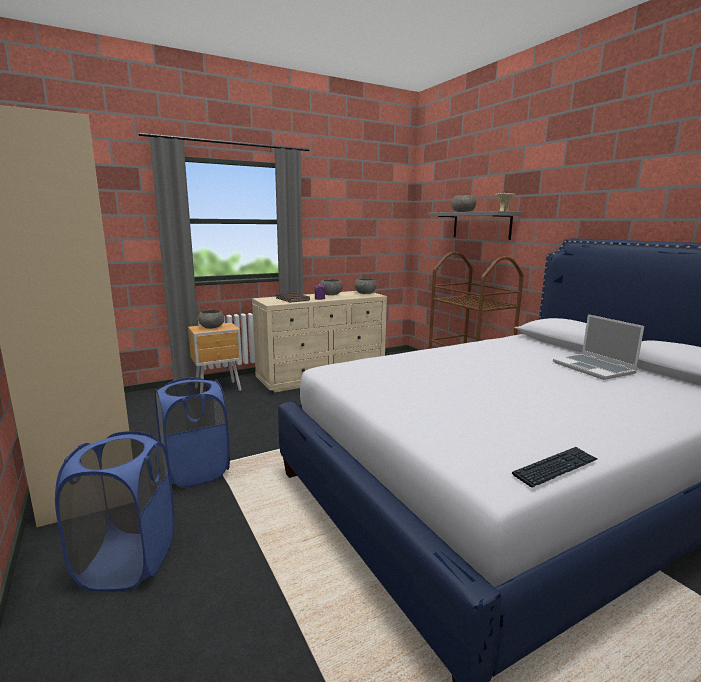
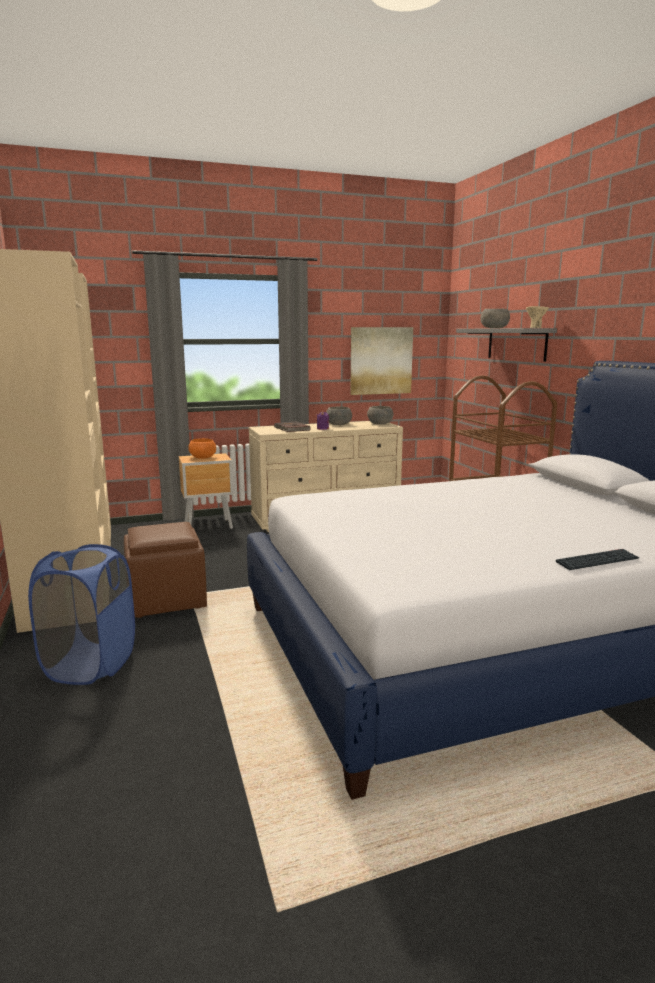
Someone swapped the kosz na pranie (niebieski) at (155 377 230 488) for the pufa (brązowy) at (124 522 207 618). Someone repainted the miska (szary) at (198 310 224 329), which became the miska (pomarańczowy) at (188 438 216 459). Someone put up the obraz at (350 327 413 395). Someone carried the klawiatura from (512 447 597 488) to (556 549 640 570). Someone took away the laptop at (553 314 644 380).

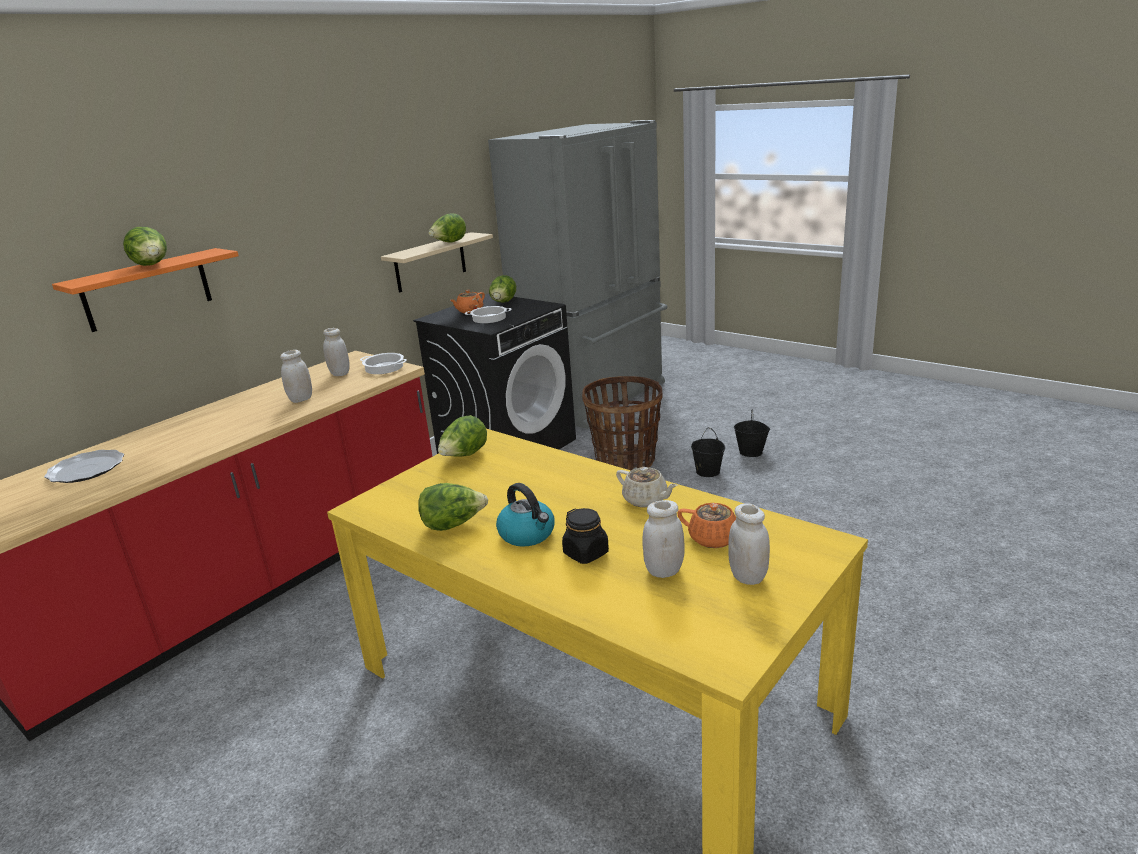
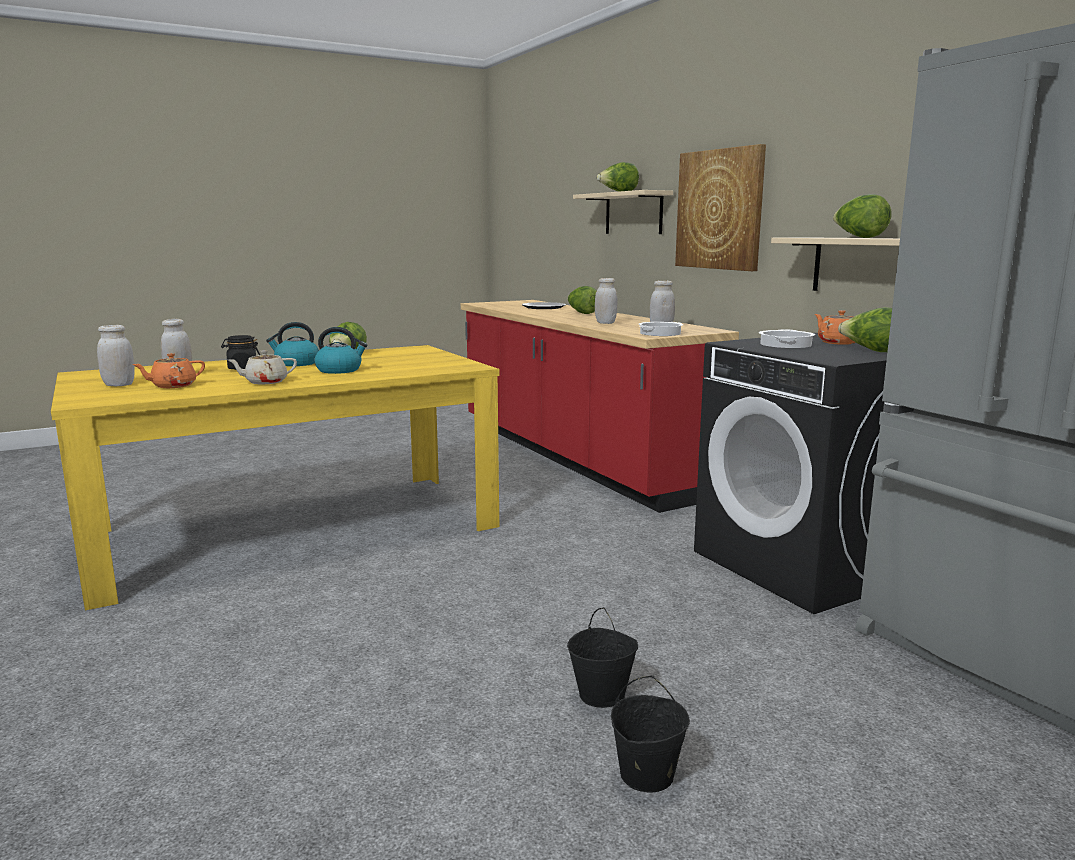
Someone put down the czajnik at (314 327 367 374). Someone carried the sałata from (438 415 487 457) to (567 286 597 314). Someone repainted the półka (pomarańczowy) at (52 248 239 332), which became the półka (beżowy) at (573 190 673 234). Someone put up the obraz at (675 144 766 271). Someone took away the koszyk at (582 376 663 470).

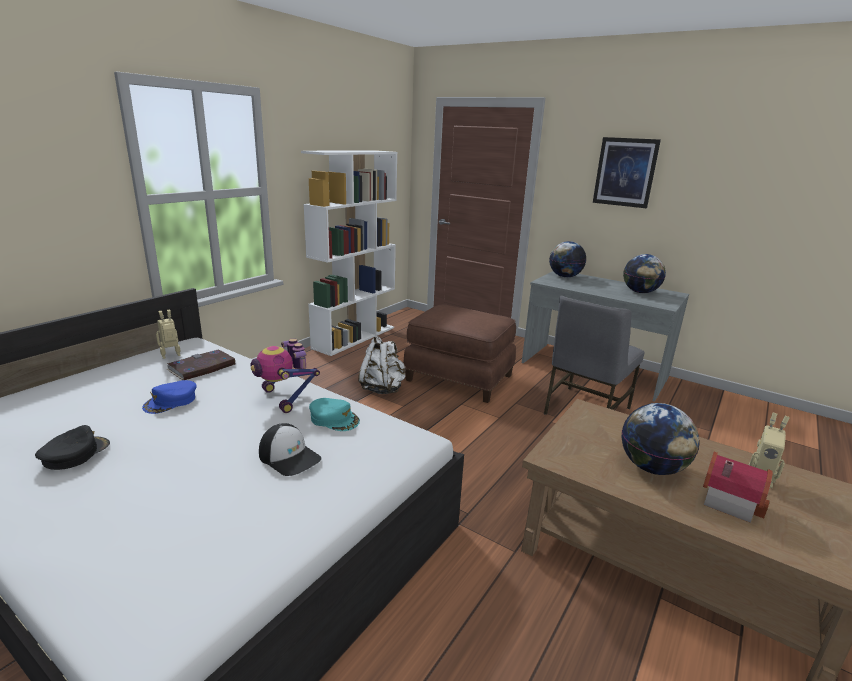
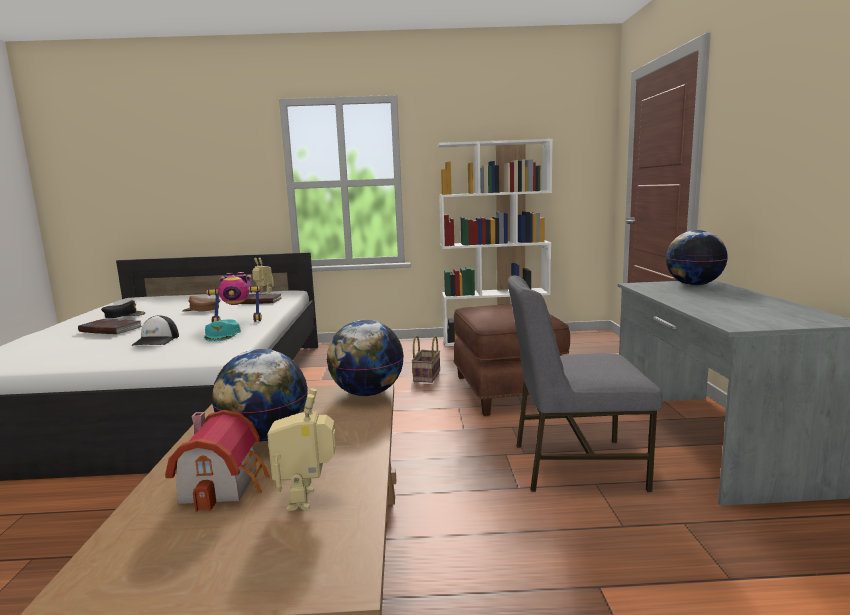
Someone put down the książka at (78 318 143 334). Someone repainted the czapka z daszkiem (niebieski) at (142 380 197 414), which became the czapka z daszkiem (brązowy) at (183 296 220 312). Someone rotated the robot zabawkowy at (251 338 320 413) by 120 degrees counterclockwise. Someone carried the globus from (623 254 666 293) to (327 320 404 396). Someone swapped the plecak (biały) at (358 336 406 394) for the koszyk at (412 335 440 383). Someone took away the obraz at (593 137 661 208).

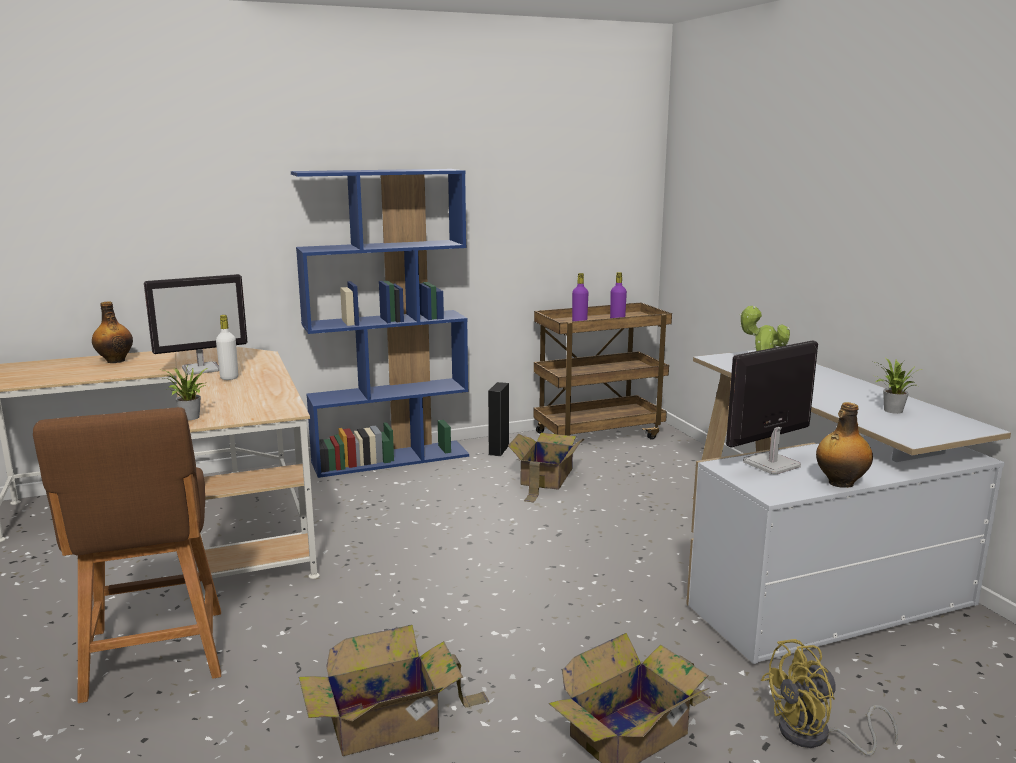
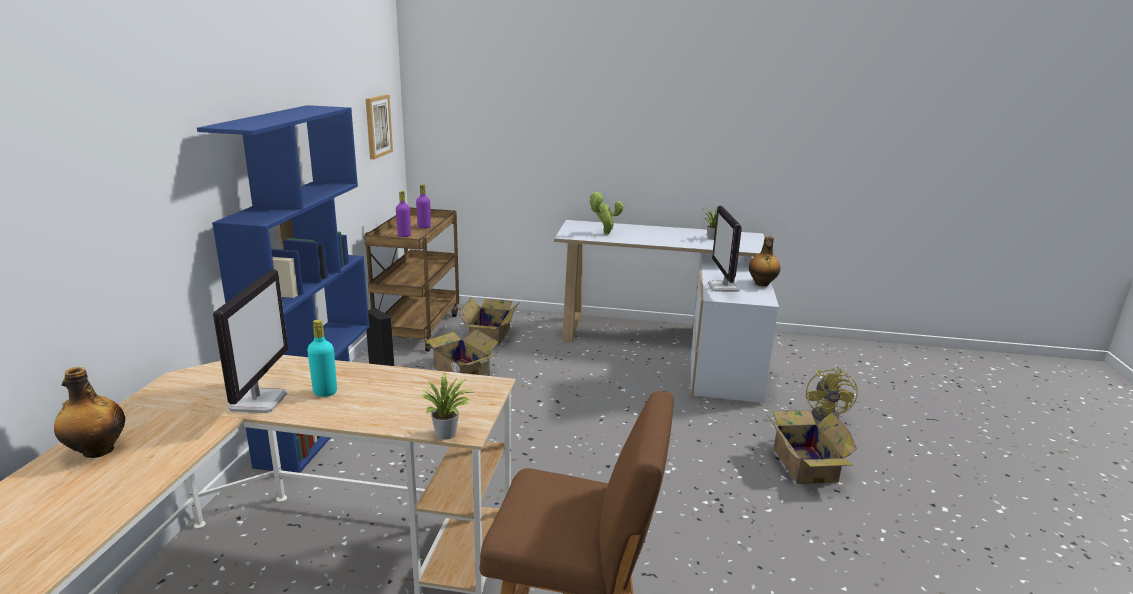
Someone repainted the butelka (biały) at (216 315 238 380), which became the butelka (turkusowy) at (307 320 337 397). Someone put up the obraz at (366 95 393 159). Someone carried the karton from (299 625 489 756) to (460 298 519 346).

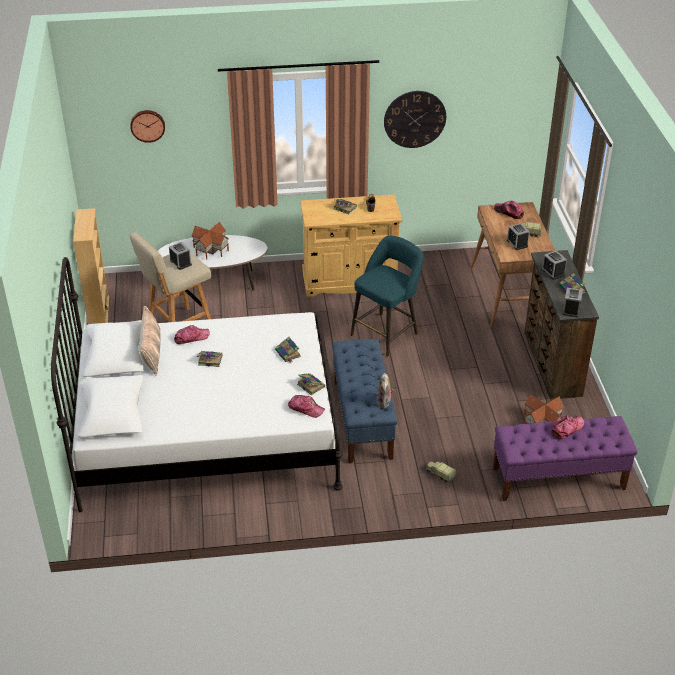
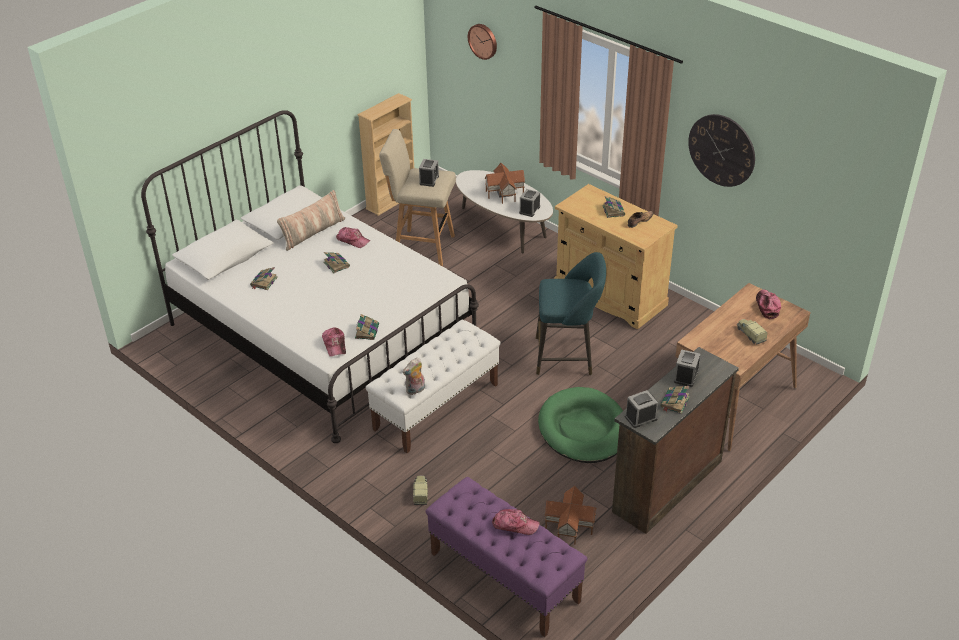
Someone carried the książka from (275 337 301 362) to (250 267 278 290). Someone repainted the ławka (niebieski) at (332 339 397 463), which became the ławka (biały) at (366 320 501 453). Someone carried the budzik from (507 223 530 250) to (519 189 540 217). Someone put down the legowisko (zielony) at (538 387 623 463).

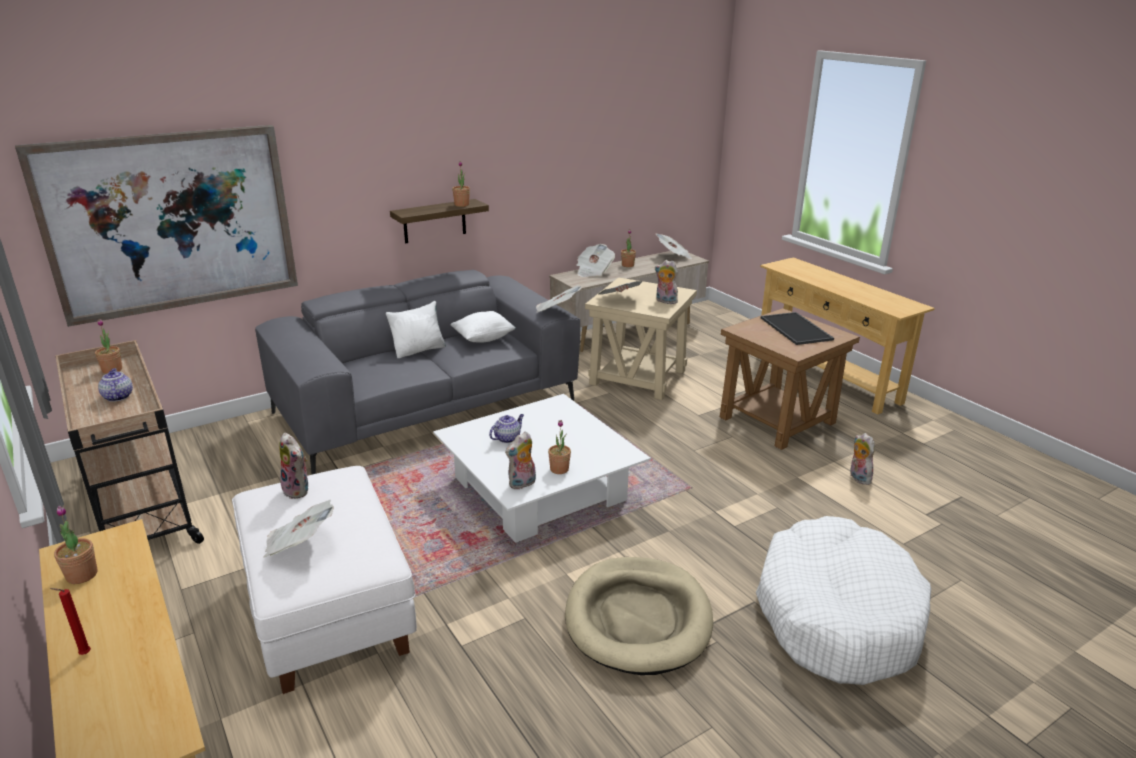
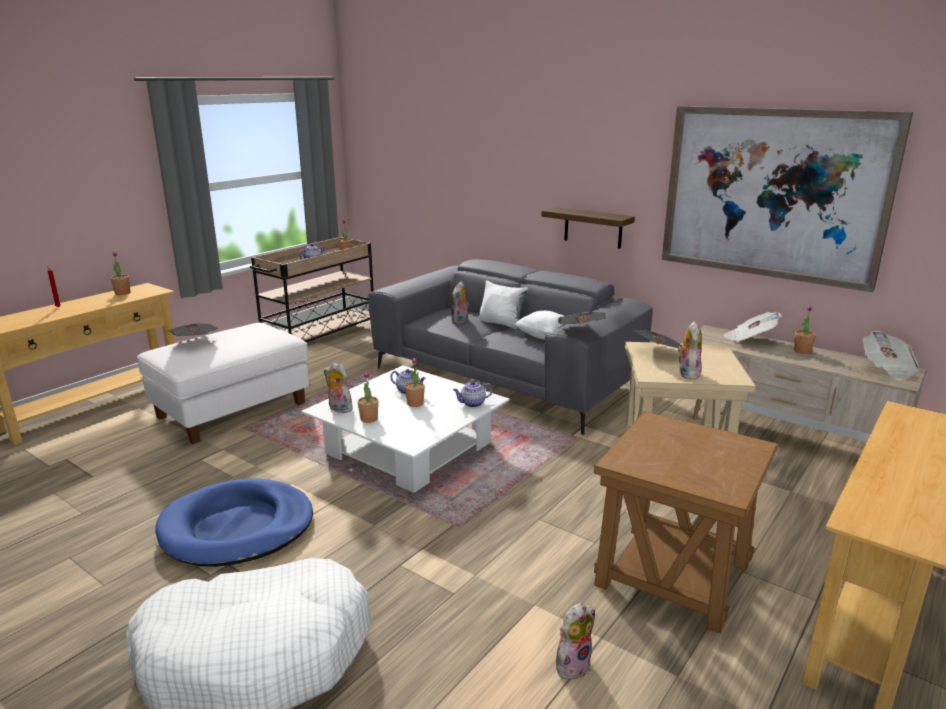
Someone repainted the legowisko (beżowy) at (565 557 713 675), which became the legowisko (niebieski) at (155 478 313 567). Someone carried the roślina doniczkowa from (452 161 470 207) to (405 358 425 407). Someone carried the pluszak from (279 433 308 499) to (451 281 469 324). Someone put down the imbryk at (453 381 493 407). Someone carried the obraz from (15 125 298 327) to (662 106 913 292). Someone took away the taca at (761 312 834 345).

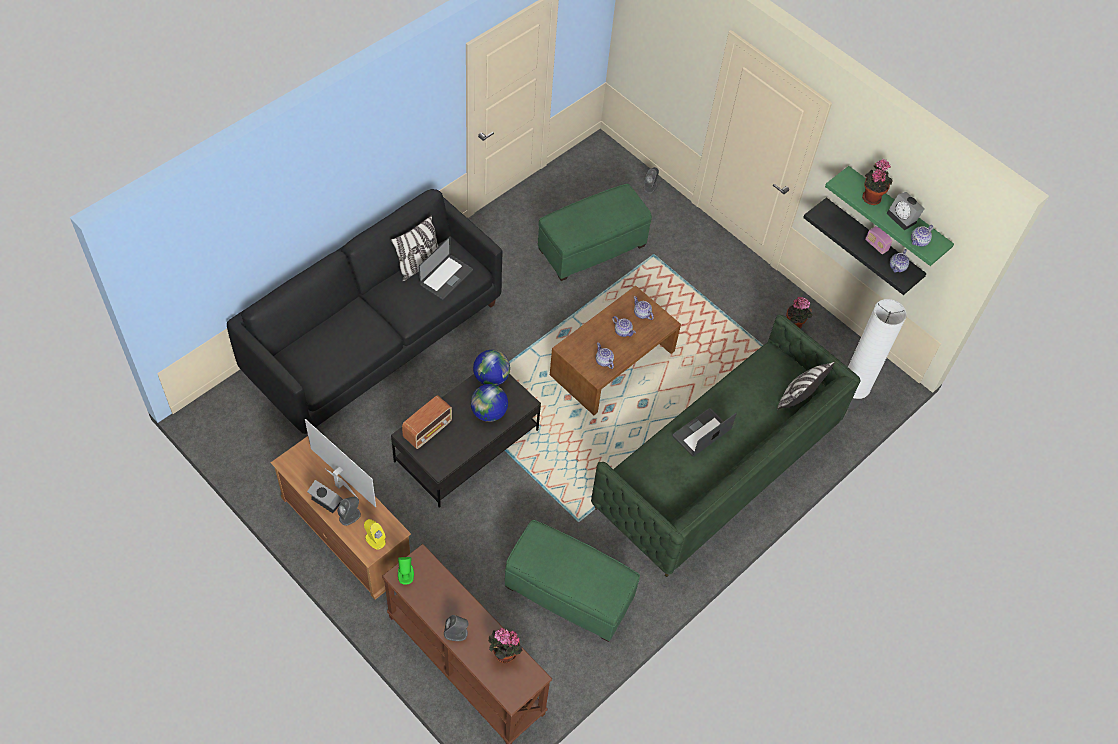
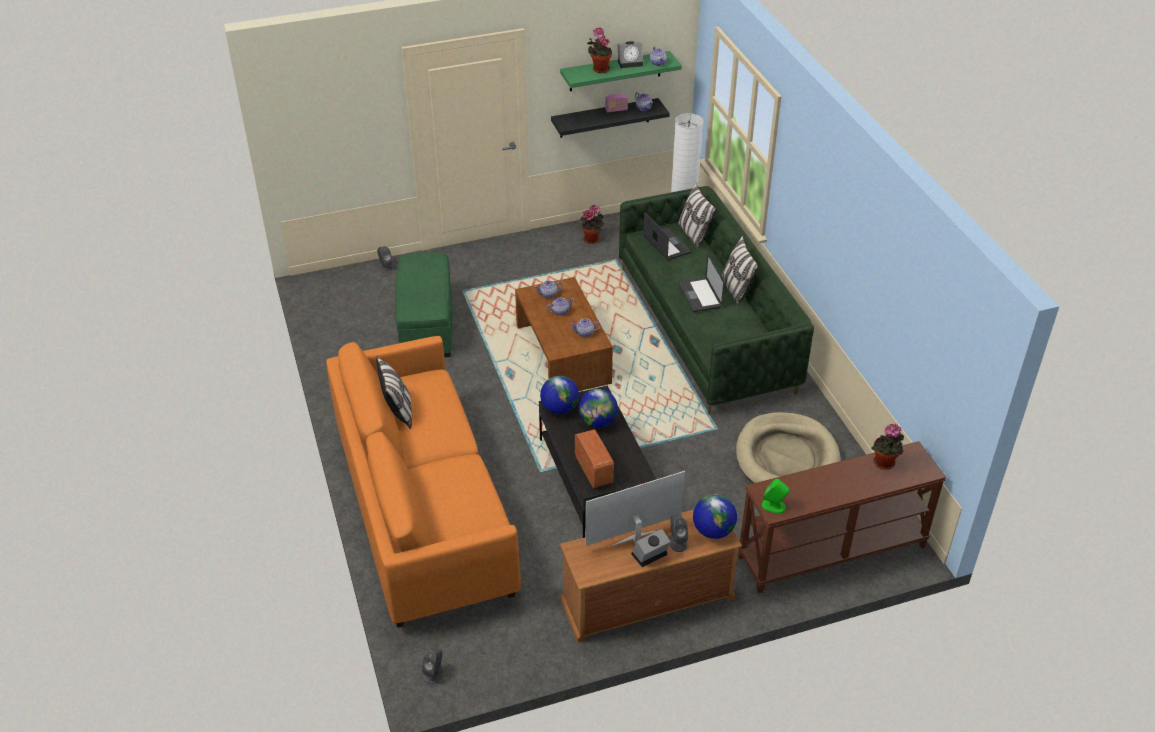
Someone repainted the kanapa (czarny) at (227 189 502 434), which became the kanapa (pomarańczowy) at (326 336 521 628). Someone carried the głośnik (szary) from (444 615 469 641) to (421 647 445 684). Someone carried the laptop from (418 236 473 300) to (643 212 691 260). Someone swapped the głośnik (żółty) at (364 519 386 549) for the globus at (693 494 737 539). Someone put down the poduszka at (722 236 758 306). Someone swapped the pufa (zielony) at (505 520 640 642) for the legowisko (beżowy) at (736 412 841 483).

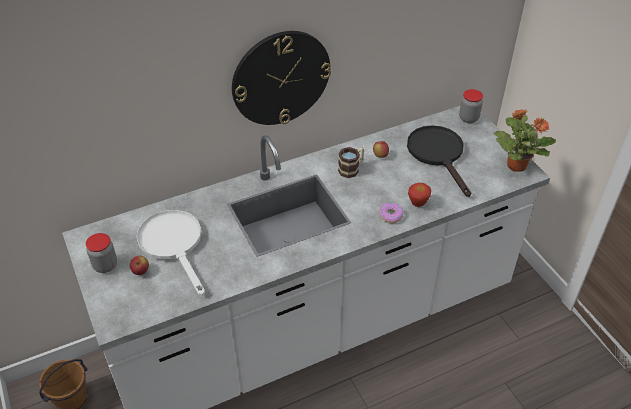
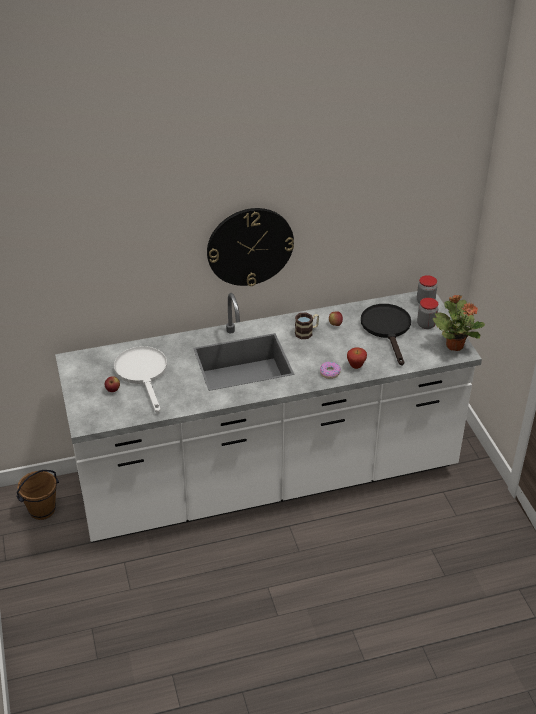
Someone carried the słoik from (86 233 117 273) to (417 298 438 329).

